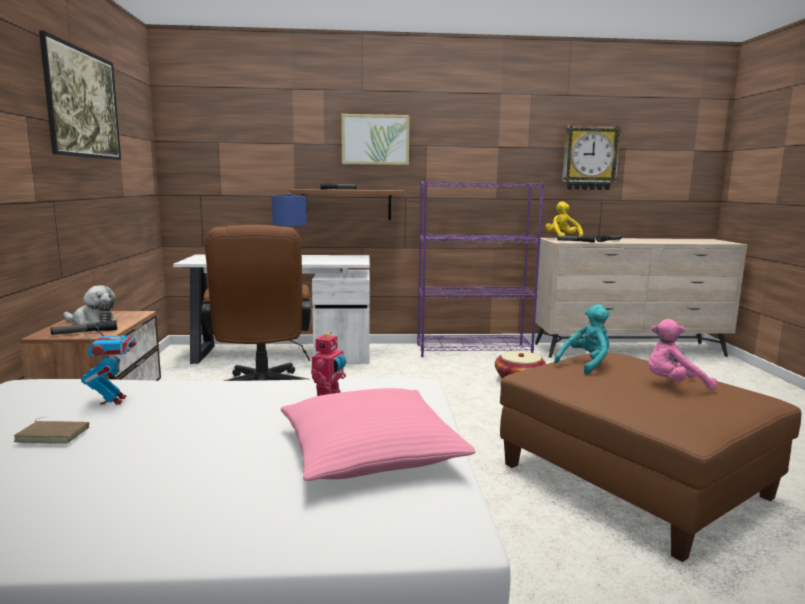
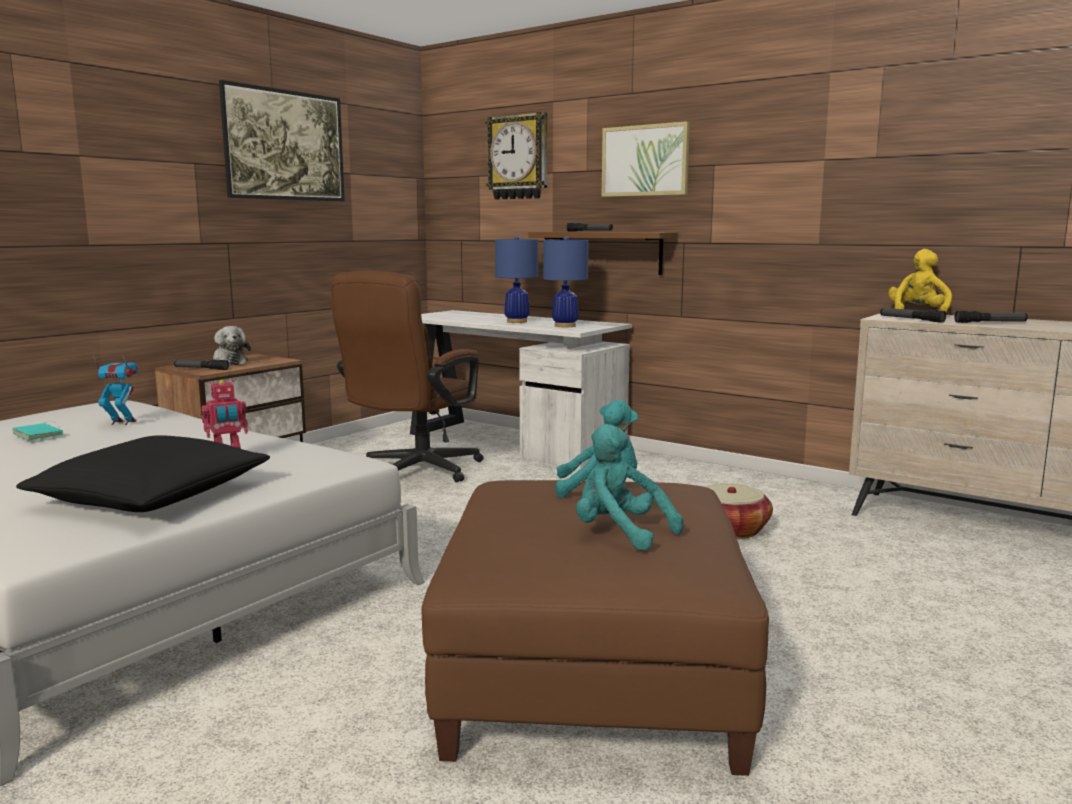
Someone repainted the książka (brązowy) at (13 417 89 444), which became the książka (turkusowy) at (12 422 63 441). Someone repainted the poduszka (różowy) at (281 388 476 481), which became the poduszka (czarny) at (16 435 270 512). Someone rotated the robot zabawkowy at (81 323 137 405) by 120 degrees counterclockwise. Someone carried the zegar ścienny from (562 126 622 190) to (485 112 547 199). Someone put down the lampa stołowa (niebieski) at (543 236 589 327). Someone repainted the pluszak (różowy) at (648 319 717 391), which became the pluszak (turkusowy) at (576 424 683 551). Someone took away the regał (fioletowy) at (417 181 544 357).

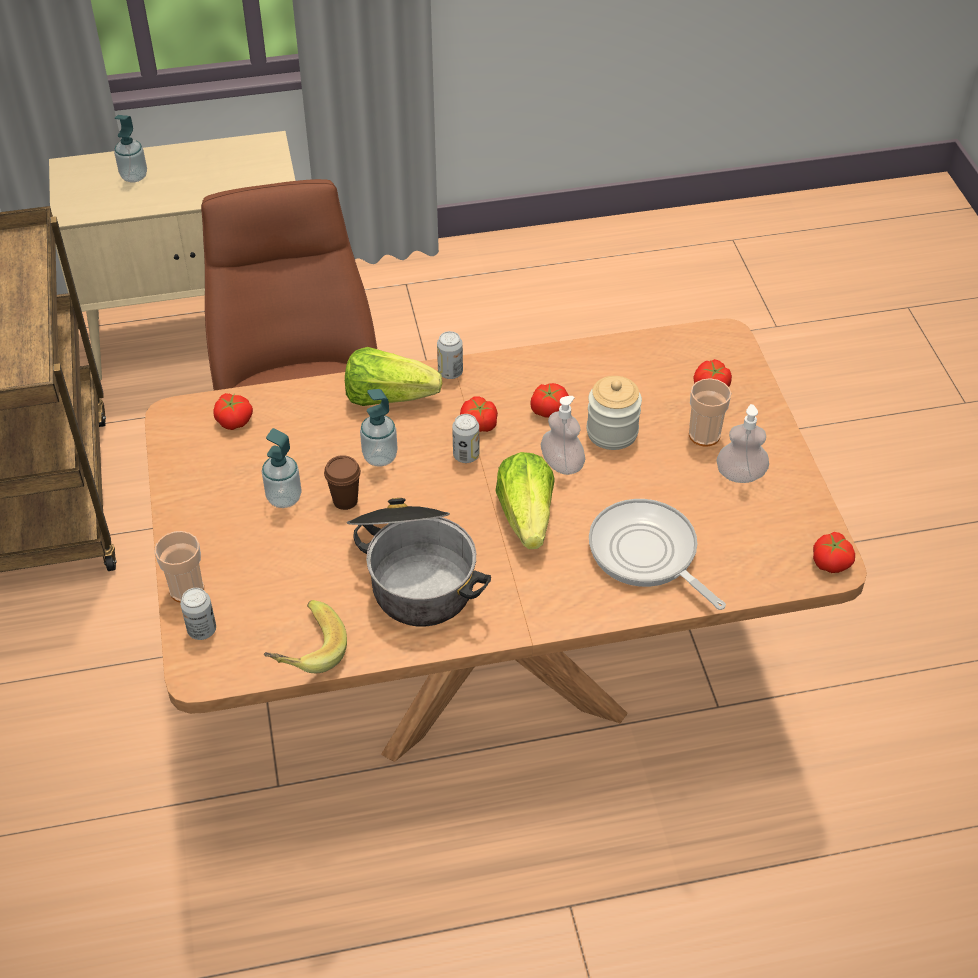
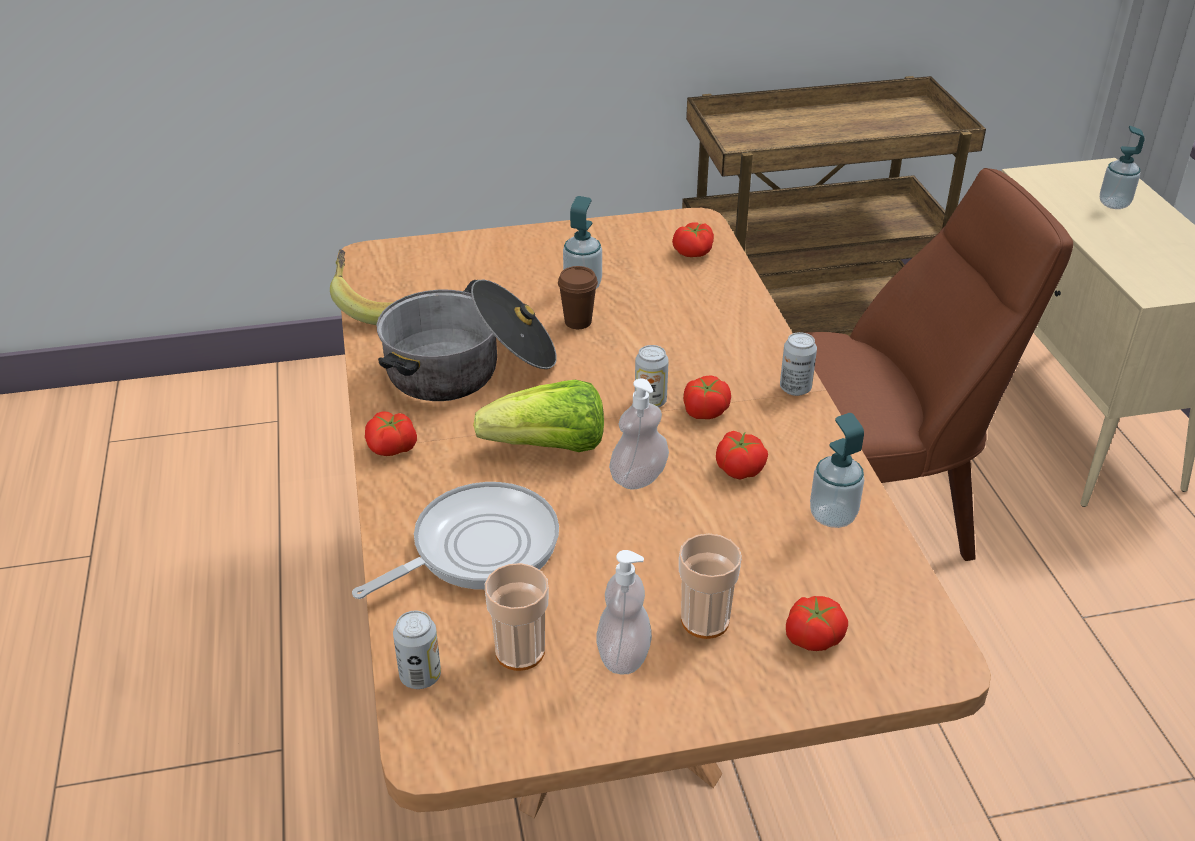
Someone carried the pomidor from (813 532 855 573) to (365 411 417 456). Someone carried the puszka from (180 588 216 640) to (393 611 441 689). Someone carried the filiżanka from (155 531 204 603) to (485 563 548 671). Someone carried the dozownik mydła from (360 389 398 467) to (810 413 864 528). Someone took away the sałata at (345 347 442 406). Someone took away the słoik at (587 376 642 450).

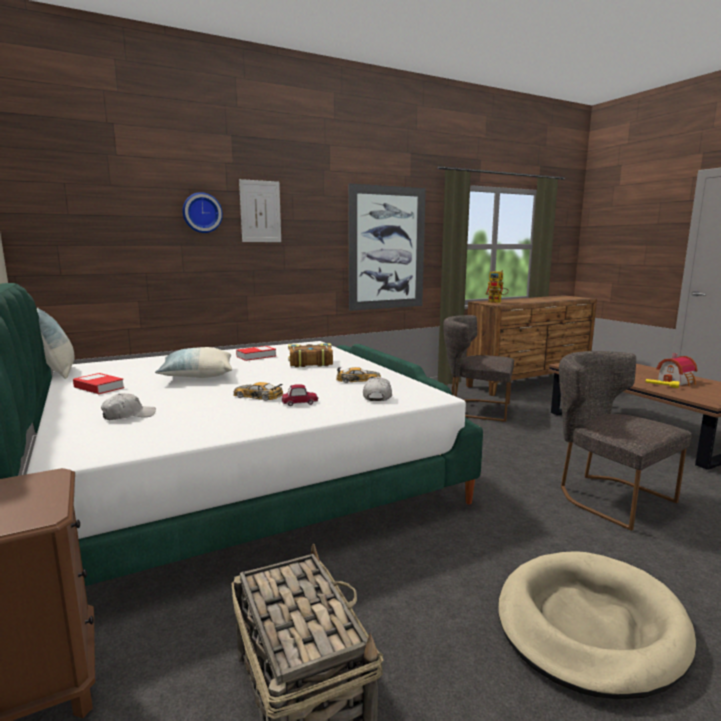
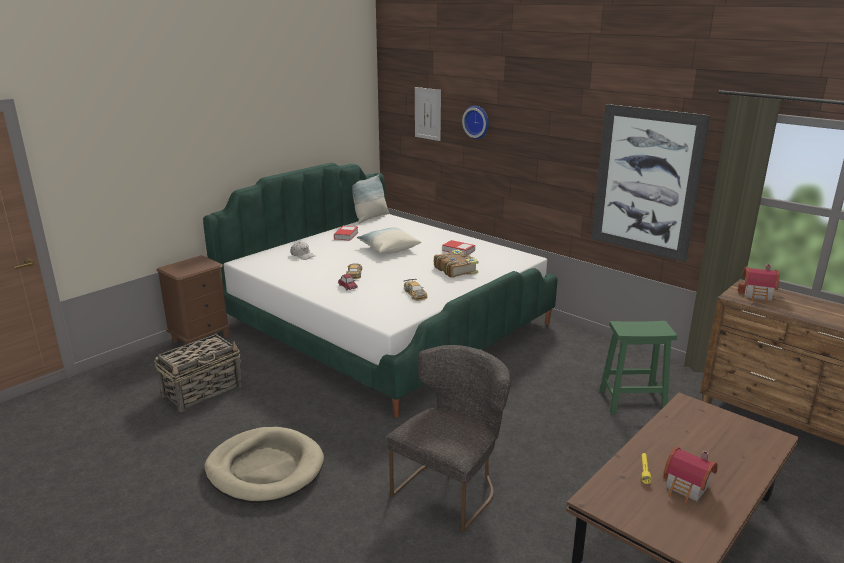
Someone carried the obraz from (239 179 281 242) to (415 87 441 141). Someone swapped the krzesło (szary) at (443 315 514 422) for the stołek (zielony) at (600 321 677 414). Someone swapped the robot zabawkowy at (485 270 509 303) for the domek at (738 264 780 303). Someone took away the czapka z daszkiem (biały) at (363 377 392 401).

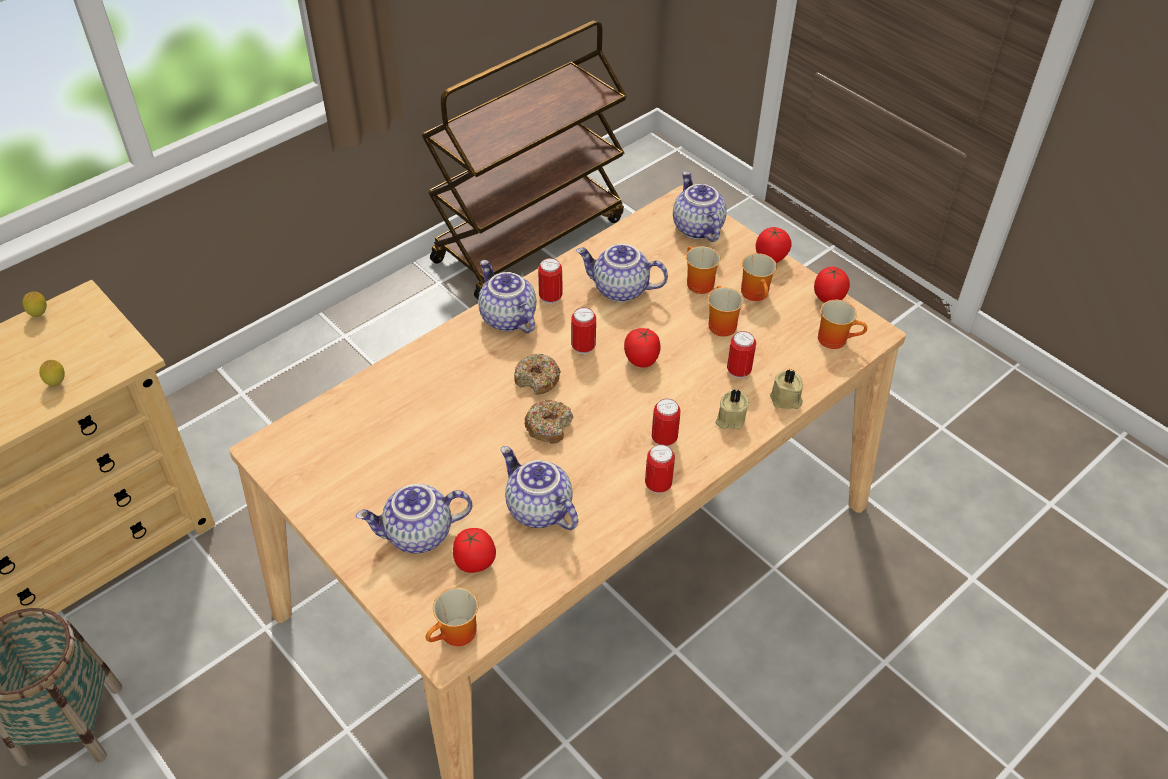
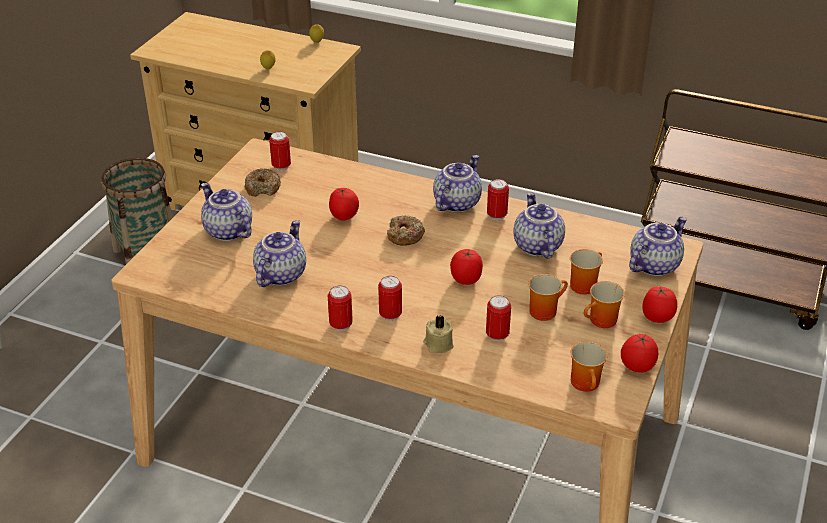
Someone carried the donut from (524 400 574 444) to (245 168 281 197). Someone carried the puszka from (571 307 596 354) to (269 131 291 171). Someone carried the pomidor from (453 528 496 573) to (329 188 359 221). Someone took away the kubek at (426 587 478 646). Someone took away the świeca (beżowy) at (770 369 803 409).

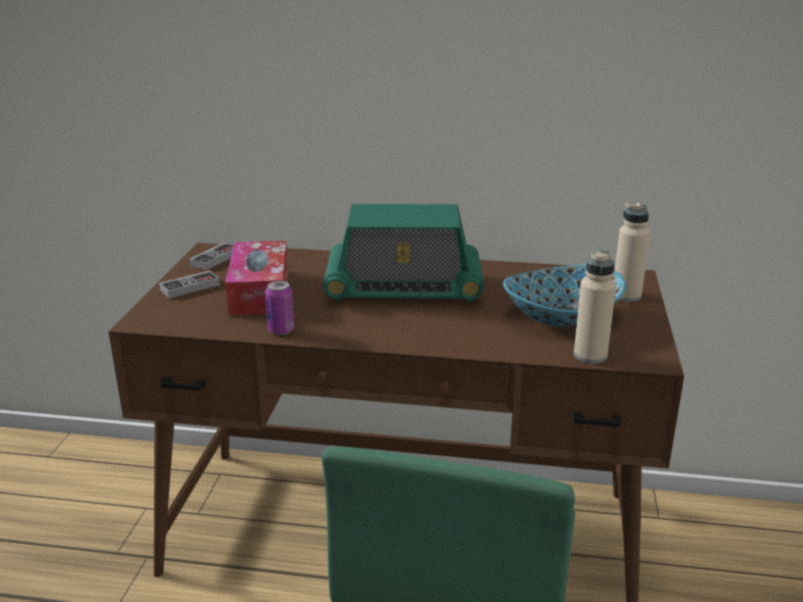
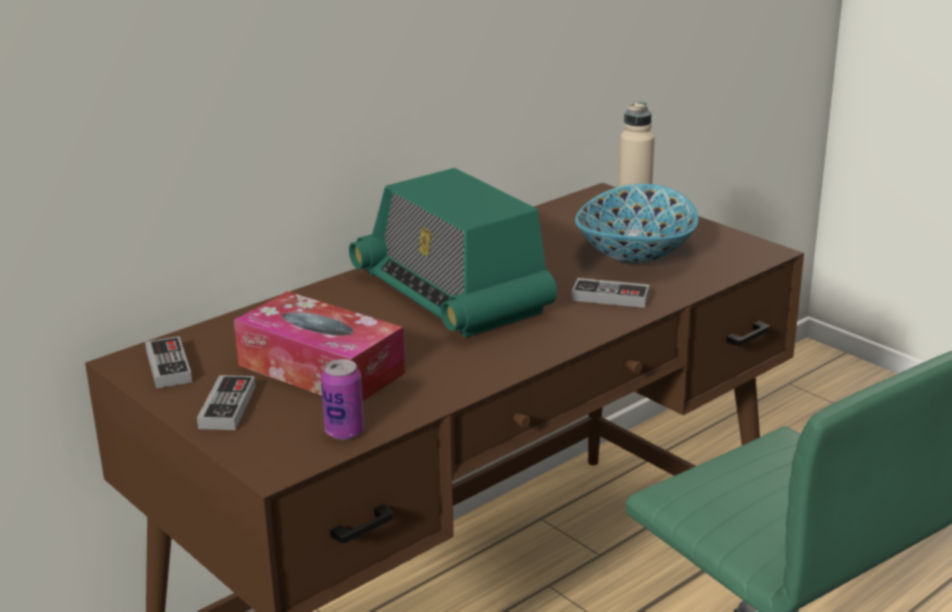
Someone carried the puszka from (265 281 294 335) to (321 359 364 440). Someone rotated the radio at (323 204 484 303) by 105 degrees clockwise. Someone put down the pad do gier at (572 278 650 308). Someone took away the butelka (beżowy) at (574 250 616 364).

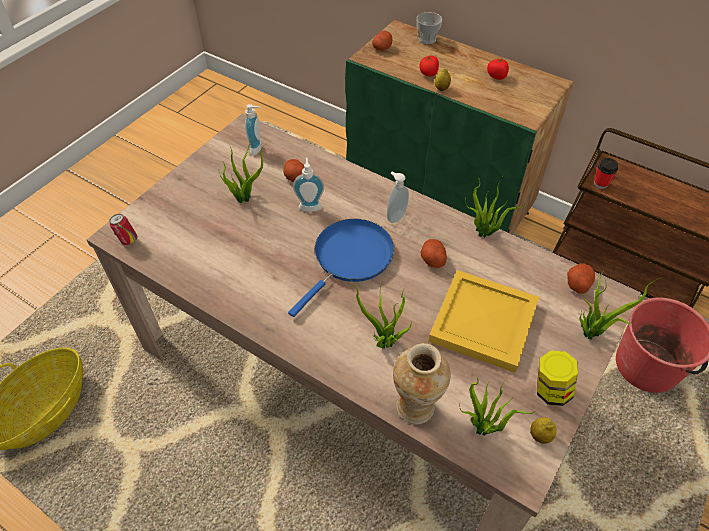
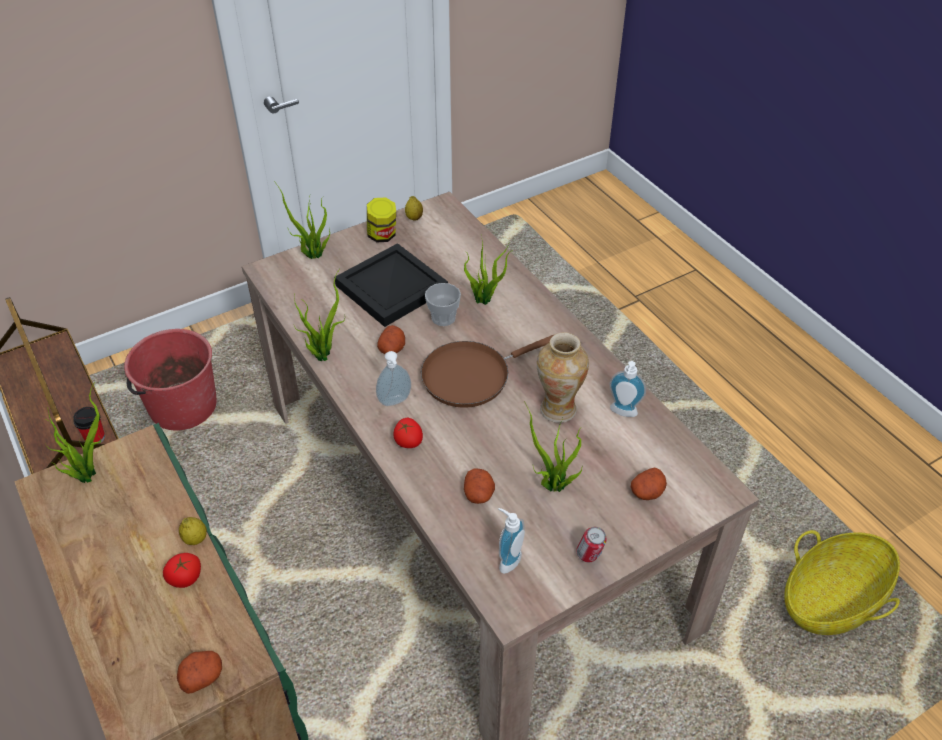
Someone carried the roślina doniczkowa from (459 375 534 436) to (46 382 101 483). Someone repainted the taca (żółty) at (428 270 539 373), which became the taca (czarny) at (334 243 448 327). Someone carried the pomidor from (487 58 509 80) to (393 418 423 448). Someone repainted the patelnia (niebieski) at (288 219 394 317), which became the patelnia (brązowy) at (421 335 553 408). Someone carried the filiżanka from (417 12 442 44) to (425 283 461 326). Someone carried the wazon from (393 343 451 425) to (537 332 589 423). Someone carried the puszka from (109 214 137 245) to (576 527 607 562). Someone carried the dozownik mydła from (293 157 324 212) to (609 361 646 417). Someone carried the ziemniak from (567 263 595 294) to (631 467 667 500).

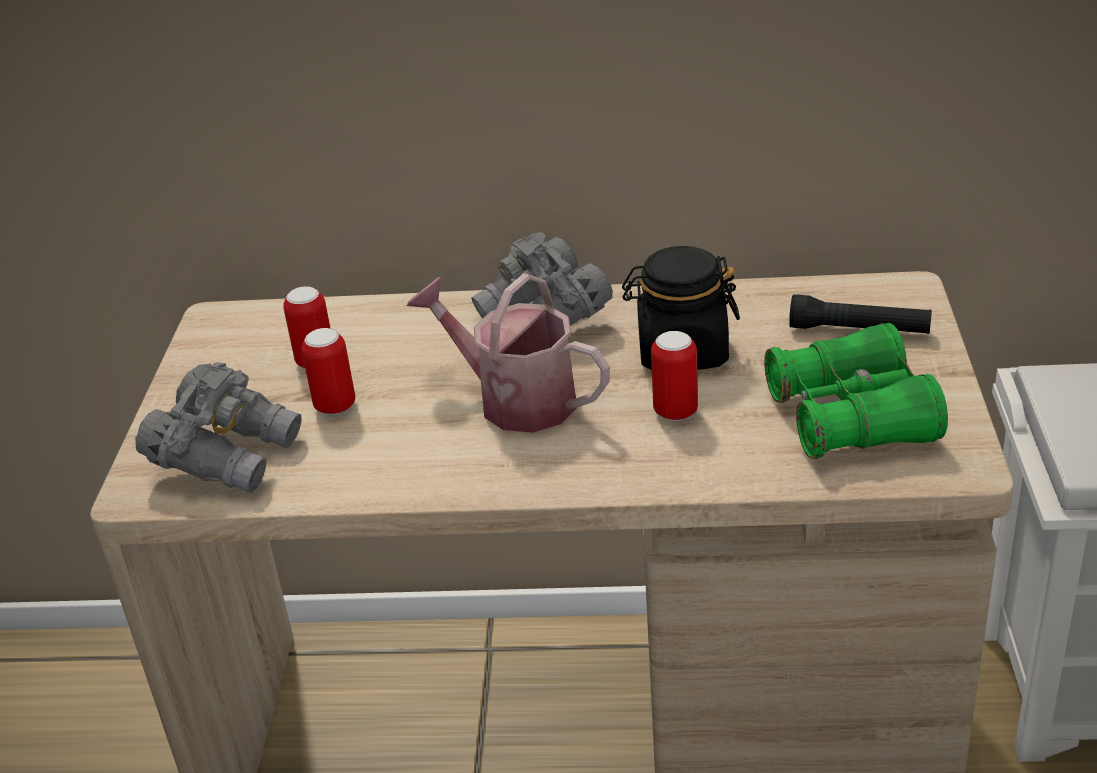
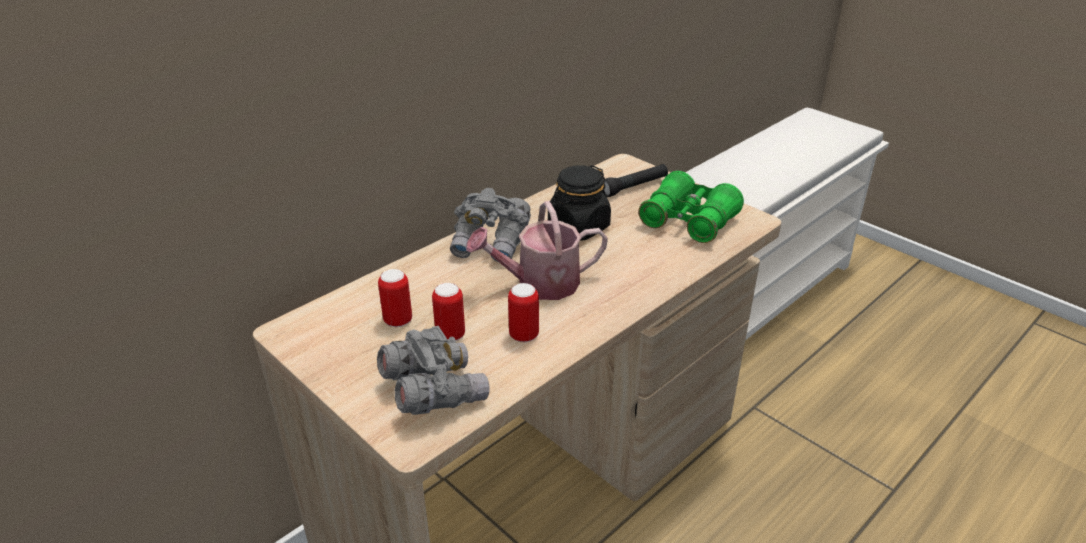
Someone carried the puszka from (651 331 698 421) to (508 283 539 342).

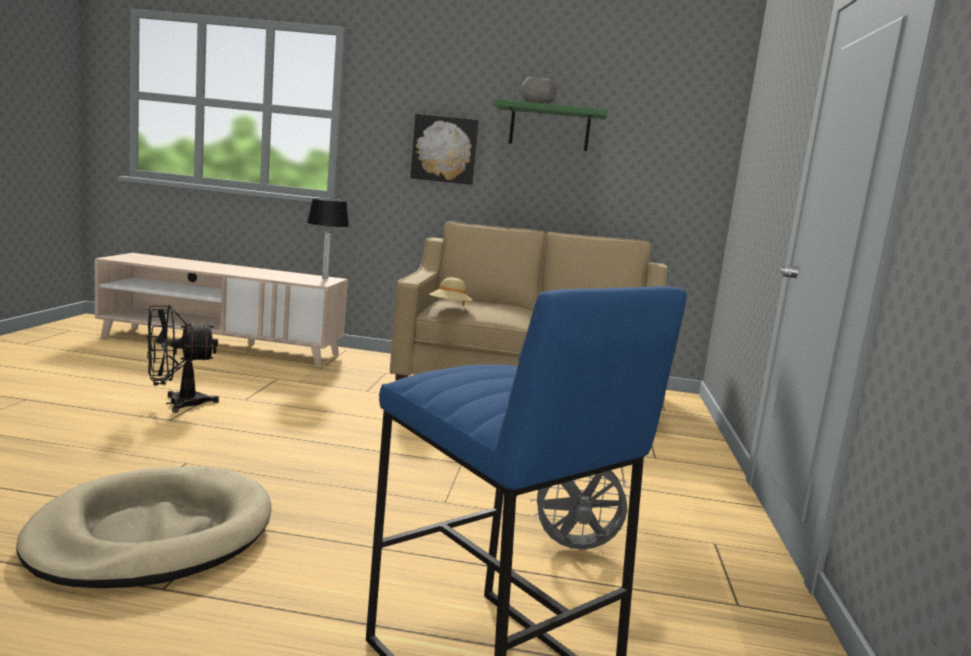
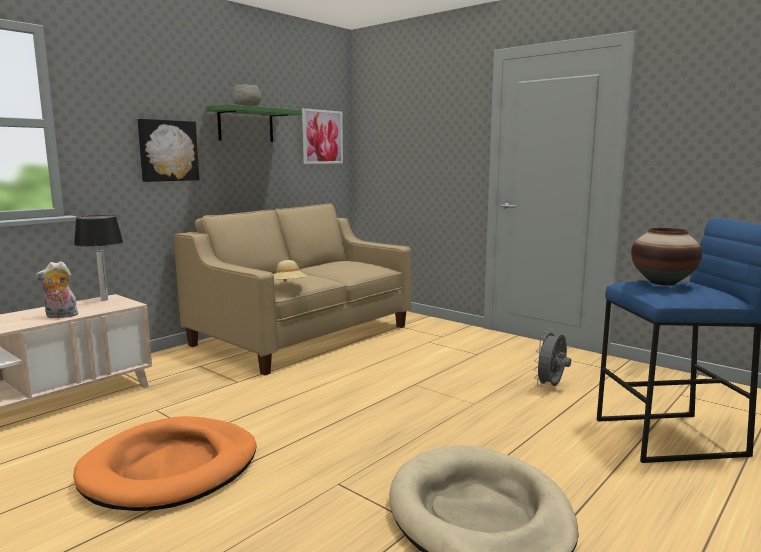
Someone put down the pluszak at (35 261 78 318). Someone swapped the wentylator (czarny) at (147 305 219 413) for the legowisko (pomarańczowy) at (73 416 257 511). Someone put up the obraz at (302 108 343 164). Someone put down the wazon at (631 228 702 285).

